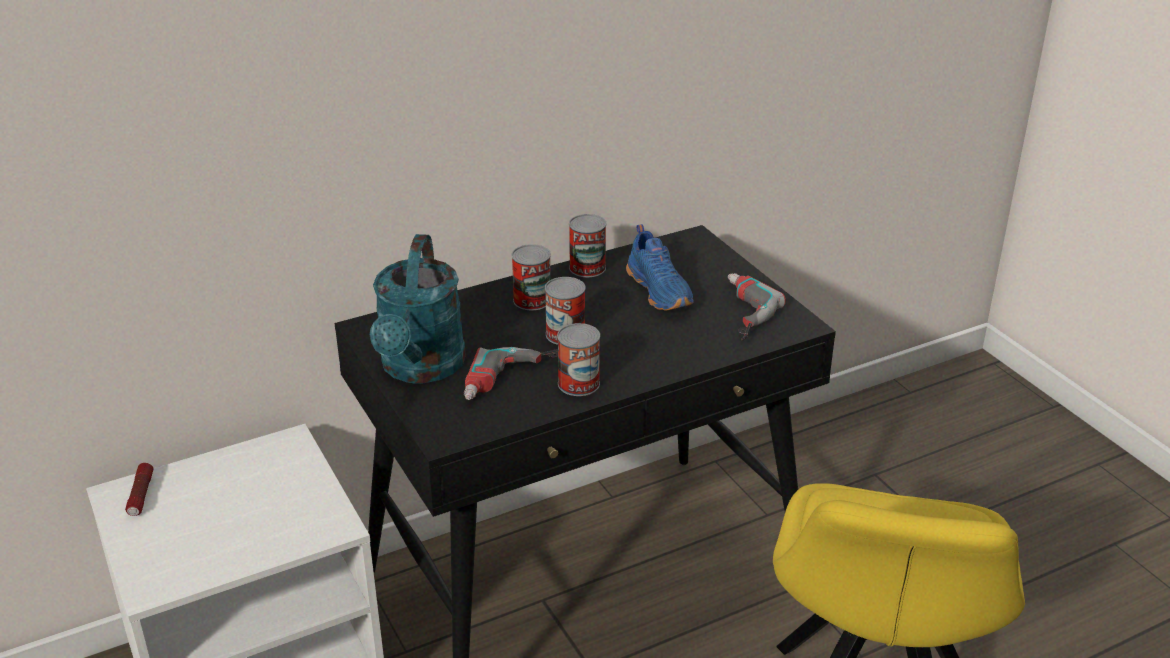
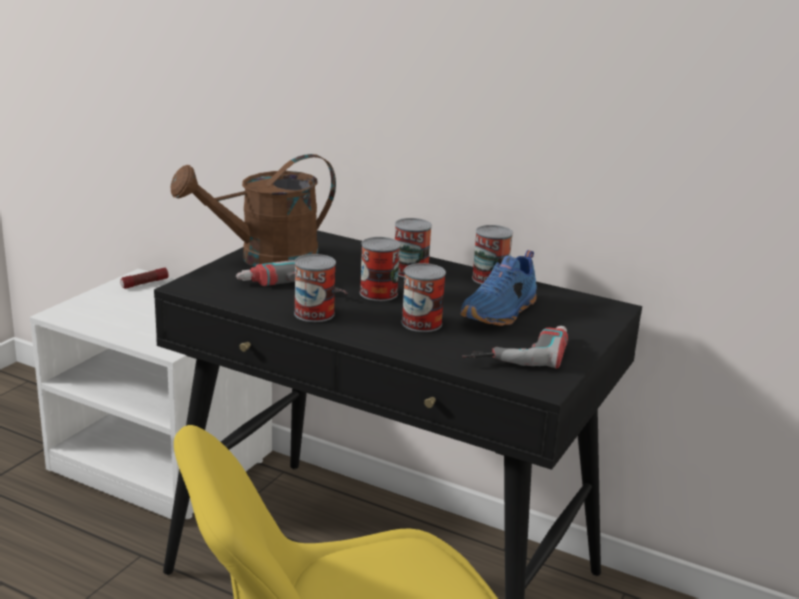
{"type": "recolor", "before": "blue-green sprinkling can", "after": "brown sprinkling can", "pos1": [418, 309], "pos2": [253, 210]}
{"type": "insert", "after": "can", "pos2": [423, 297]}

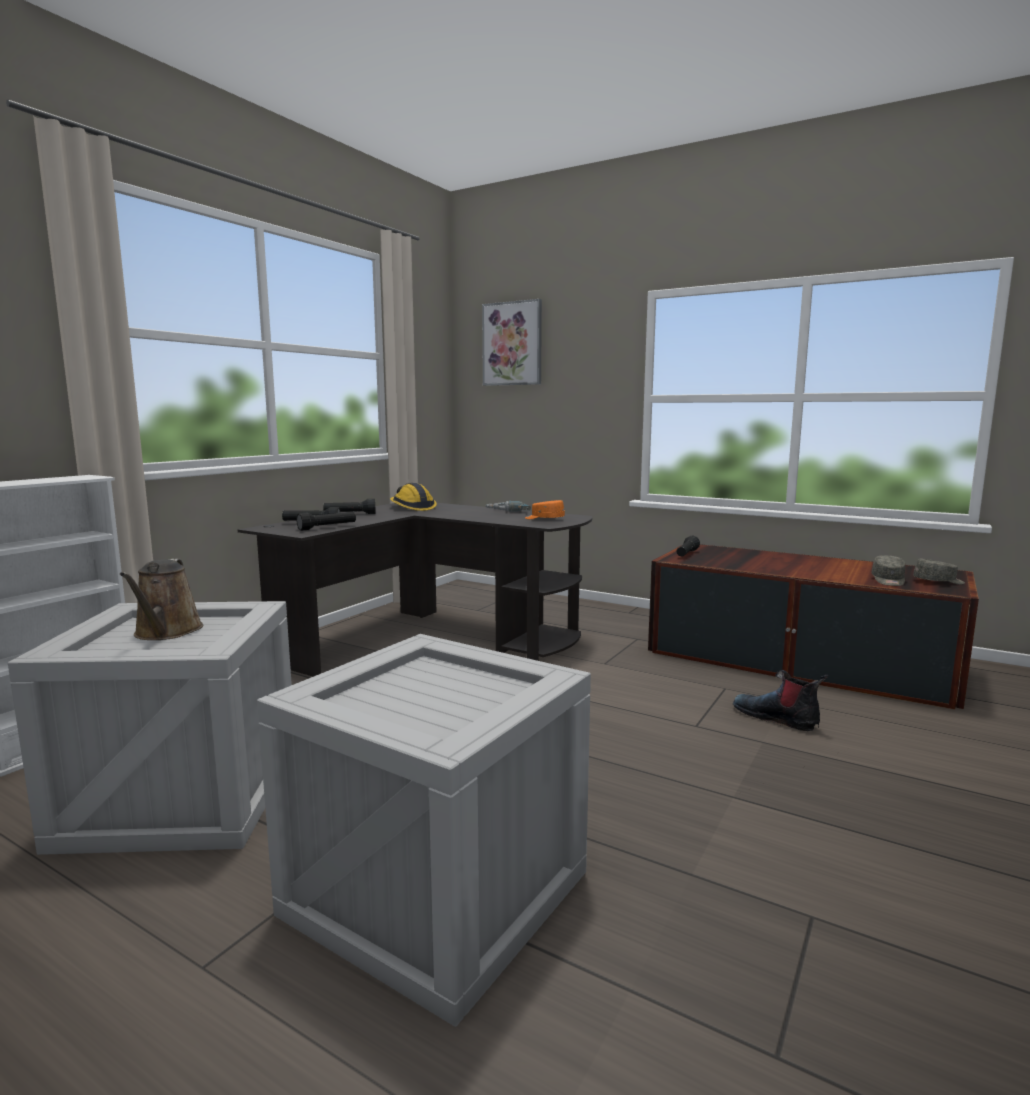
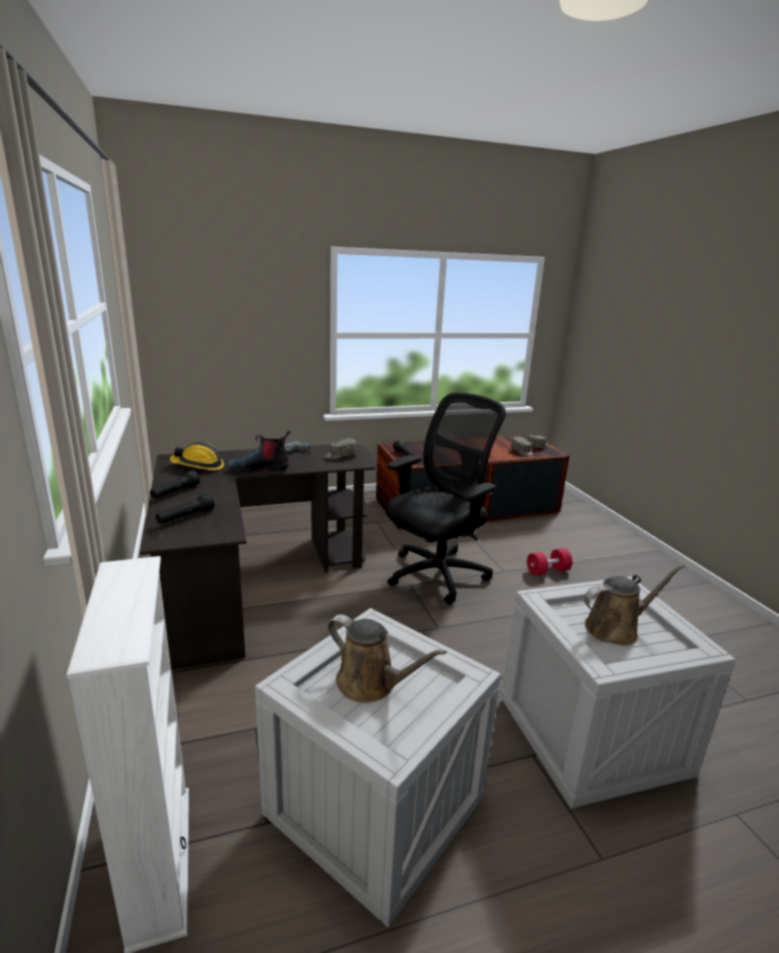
{"type": "move", "before": "high-top boot", "pos1": [780, 700], "pos2": [259, 451]}
{"type": "recolor", "before": "orange-coloured cap", "after": "grey cap", "pos1": [545, 509], "pos2": [341, 448]}
{"type": "insert", "after": "black-coloured office chair", "pos2": [445, 498]}
{"type": "insert", "after": "red free weight", "pos2": [549, 562]}
{"type": "insert", "after": "brown sprinkling can", "pos2": [634, 605]}
{"type": "delete", "before": "black-coloured torch", "pos1": [326, 521]}
{"type": "delete", "before": "wall picture", "pos1": [512, 342]}

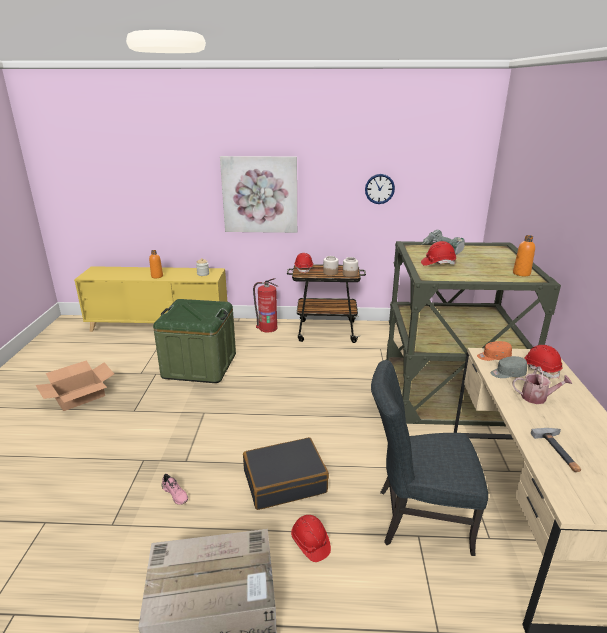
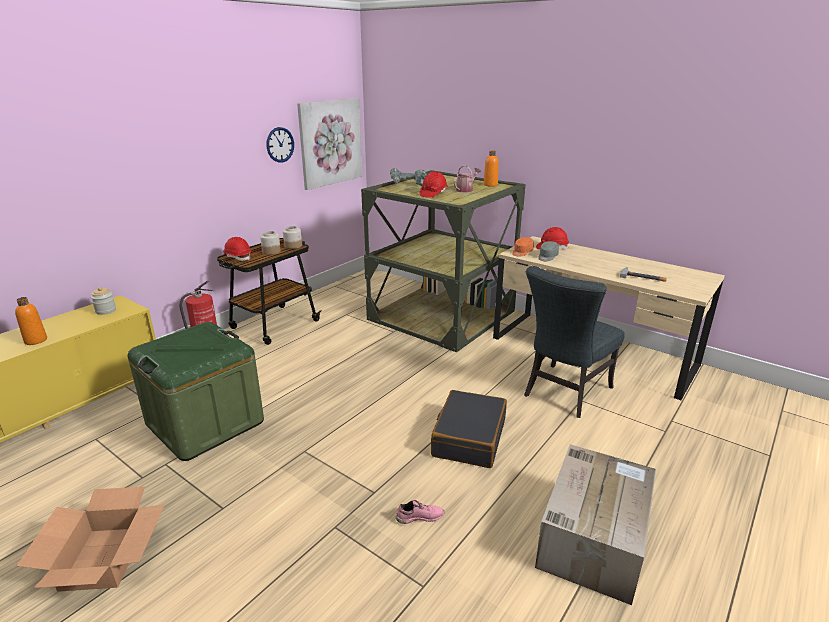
{"type": "move", "before": "wall picture", "pos1": [258, 194], "pos2": [329, 144]}
{"type": "move", "before": "sprinkling can", "pos1": [542, 385], "pos2": [467, 179]}
{"type": "delete", "before": "red work helmet", "pos1": [311, 538]}

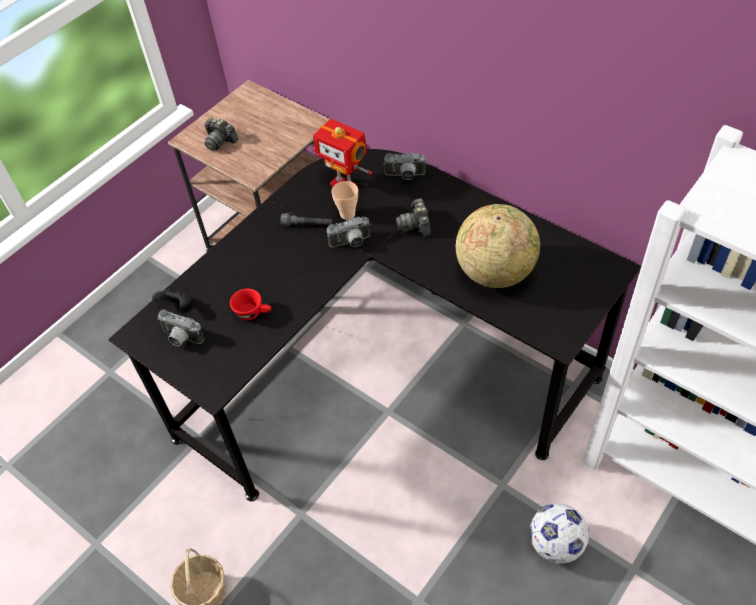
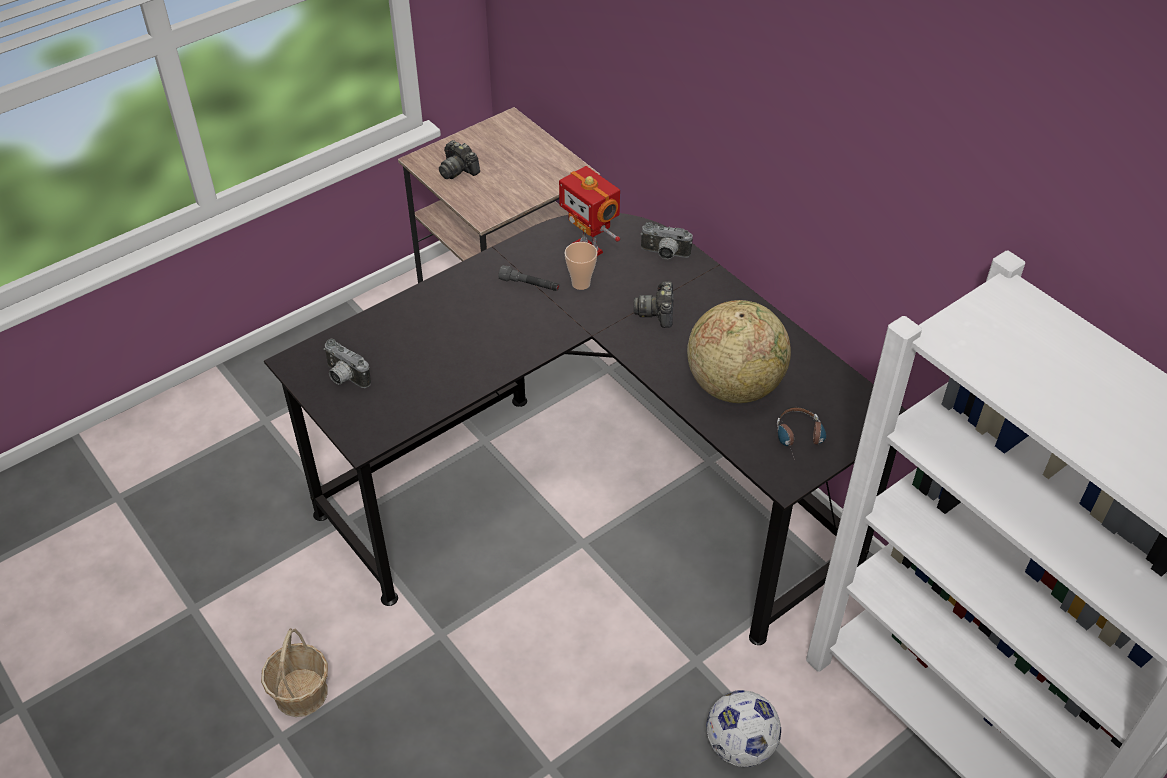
{"type": "insert", "after": "headphones", "pos2": [801, 433]}
{"type": "delete", "before": "black-coloured game controller", "pos1": [172, 298]}
{"type": "delete", "before": "red small cup", "pos1": [250, 304]}
{"type": "delete", "before": "still camera", "pos1": [349, 231]}

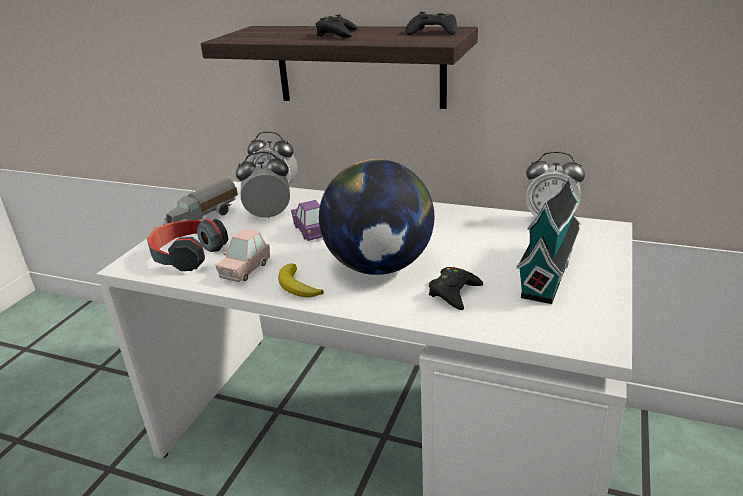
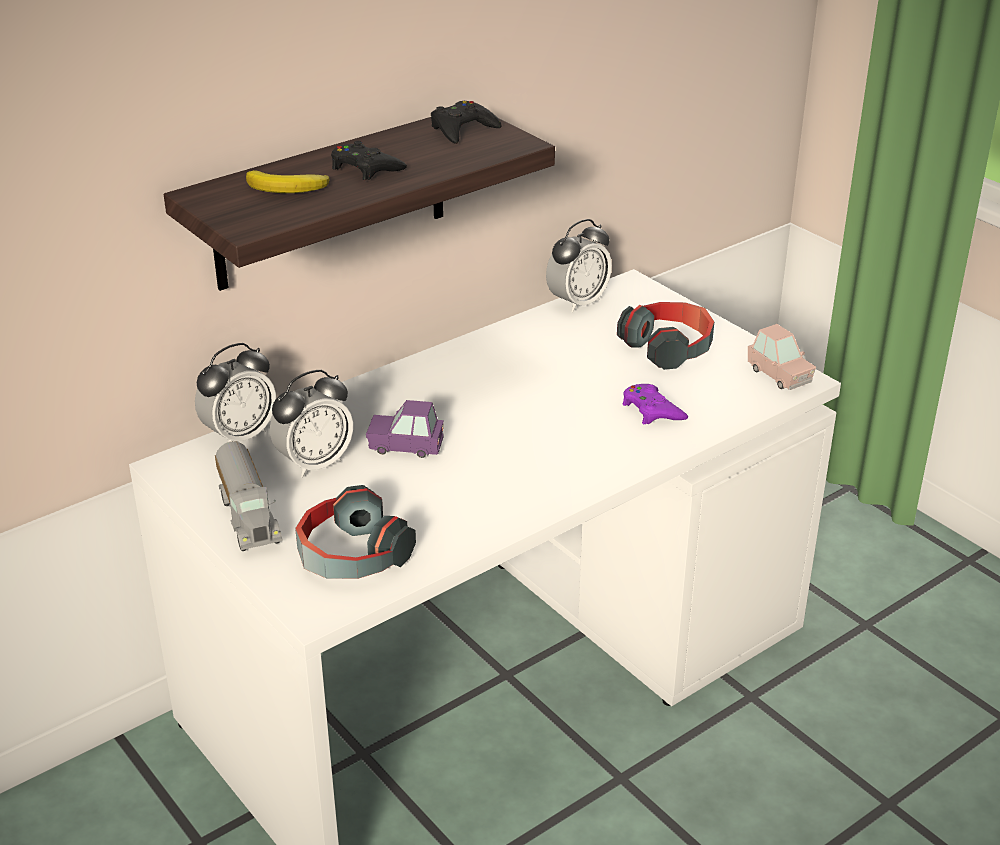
{"type": "move", "before": "whole banana", "pos1": [300, 280], "pos2": [288, 181]}
{"type": "rotate", "before": "bedside clock", "pos1": [263, 185], "pos2": [311, 424], "turn": -150}
{"type": "replace", "before": "toy house", "after": "headphones", "pos1": [549, 241], "pos2": [665, 336]}
{"type": "recolor", "before": "black-coloured game controller", "after": "purple game controller", "pos1": [456, 288], "pos2": [655, 404]}
{"type": "move", "before": "pinkish model car", "pos1": [242, 255], "pos2": [782, 357]}
{"type": "delete", "before": "desk globe", "pos1": [376, 217]}

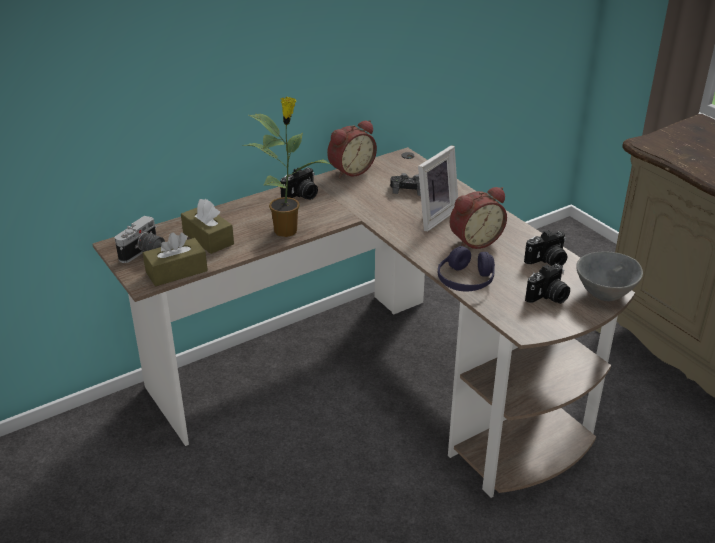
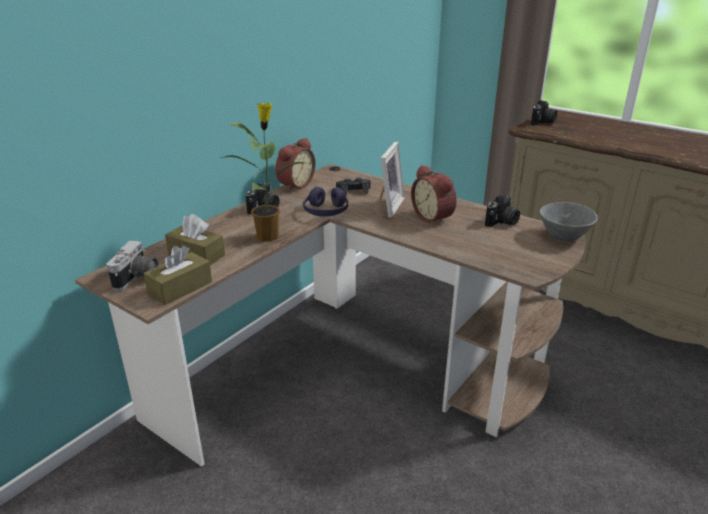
{"type": "move", "before": "purple headphones", "pos1": [466, 268], "pos2": [325, 202]}
{"type": "rotate", "before": "bedside clock", "pos1": [478, 218], "pos2": [433, 195], "turn": 105}
{"type": "move", "before": "still camera", "pos1": [547, 284], "pos2": [544, 113]}

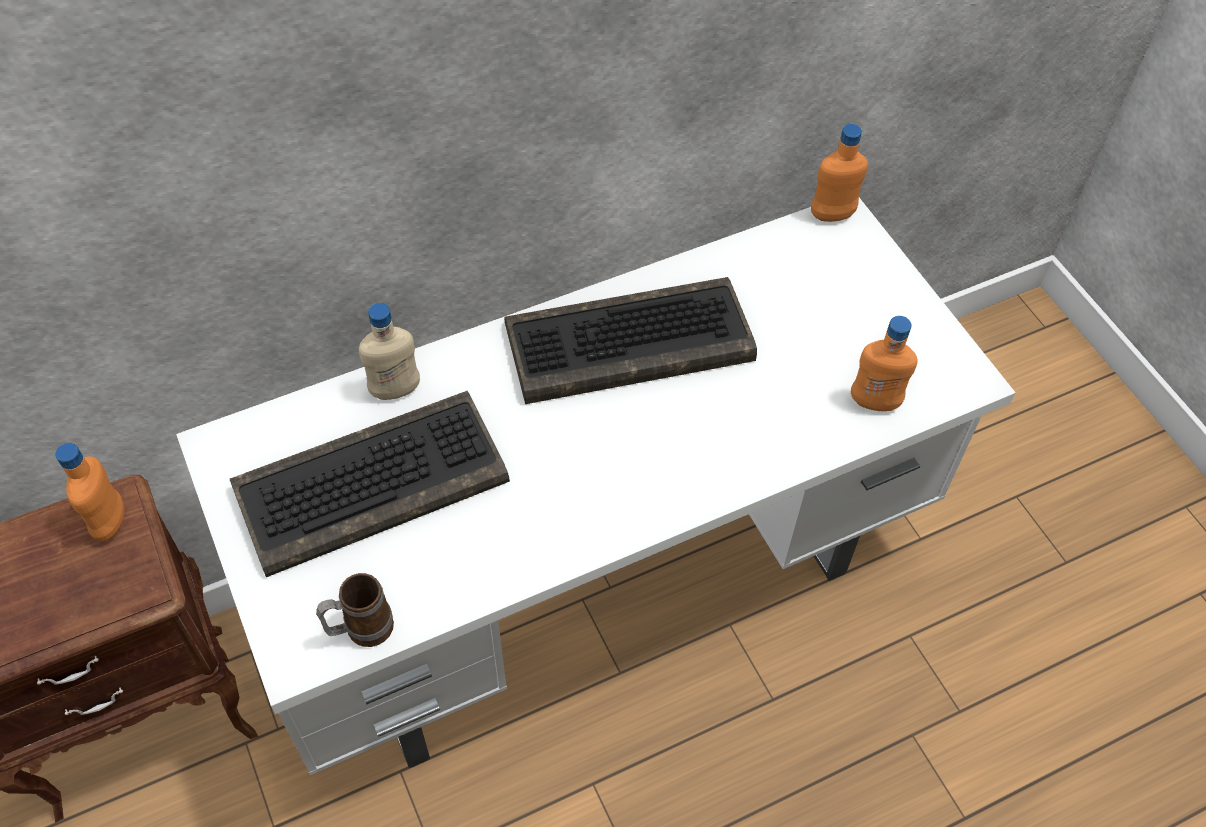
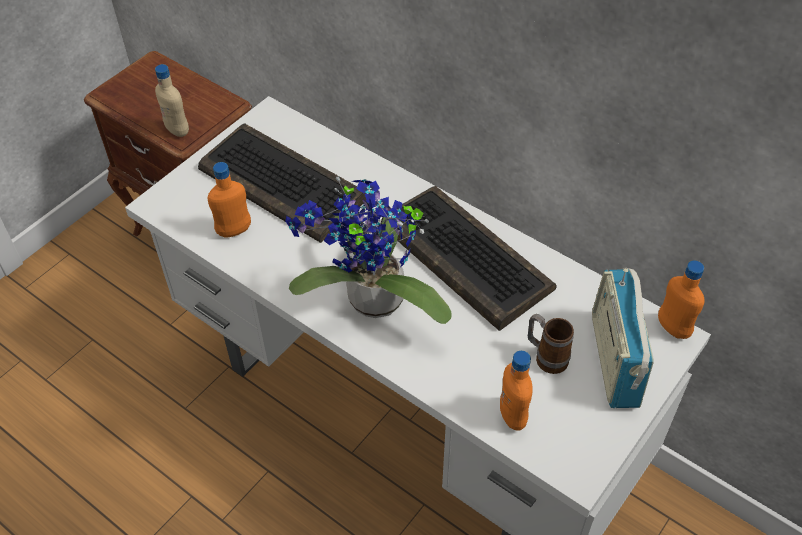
{"type": "move", "before": "beige-coloured drink bottle", "pos1": [389, 351], "pos2": [172, 100]}
{"type": "move", "before": "orange-coloured drink bottle", "pos1": [89, 492], "pos2": [229, 200]}
{"type": "insert", "after": "potted plant", "pos2": [368, 250]}
{"type": "move", "before": "mug", "pos1": [355, 610], "pos2": [551, 344]}
{"type": "insert", "after": "radio receiver", "pos2": [623, 338]}

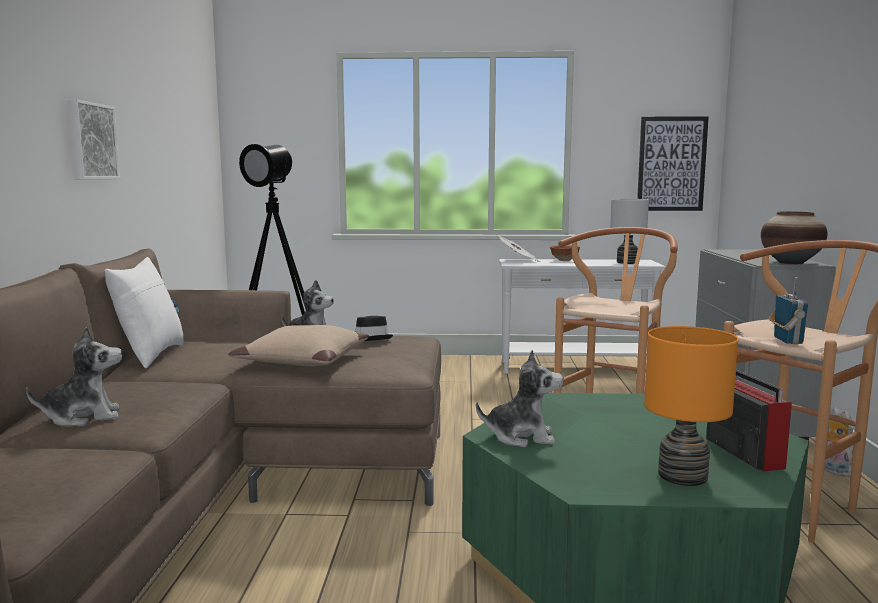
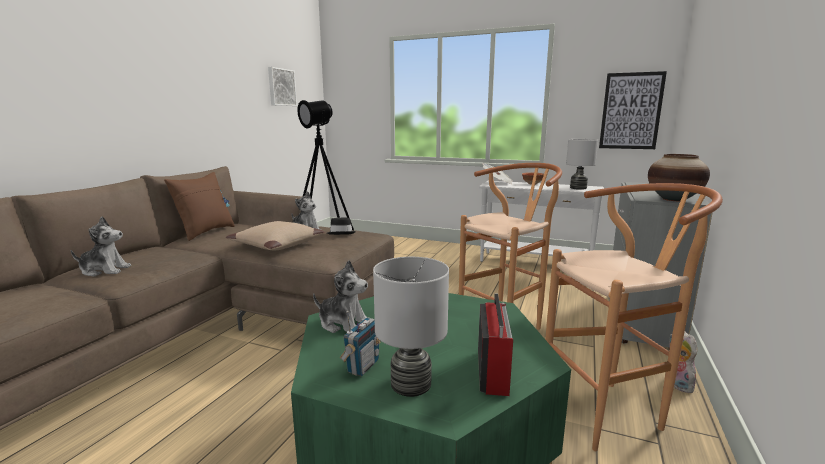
{"type": "recolor", "before": "whitish pillow", "after": "brown pillow", "pos1": [143, 312], "pos2": [199, 206]}
{"type": "move", "before": "wall picture", "pos1": [93, 139], "pos2": [282, 86]}
{"type": "move", "before": "radio receiver", "pos1": [788, 310], "pos2": [360, 343]}
{"type": "recolor", "before": "orange-coloured lamp for a table", "after": "grey lamp for a table", "pos1": [691, 406], "pos2": [411, 327]}

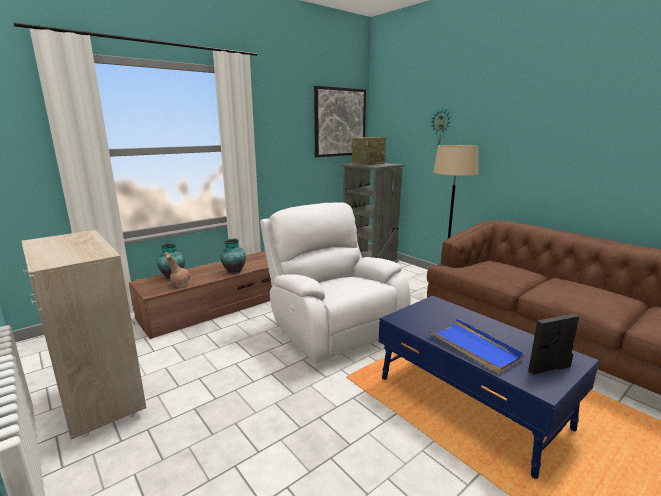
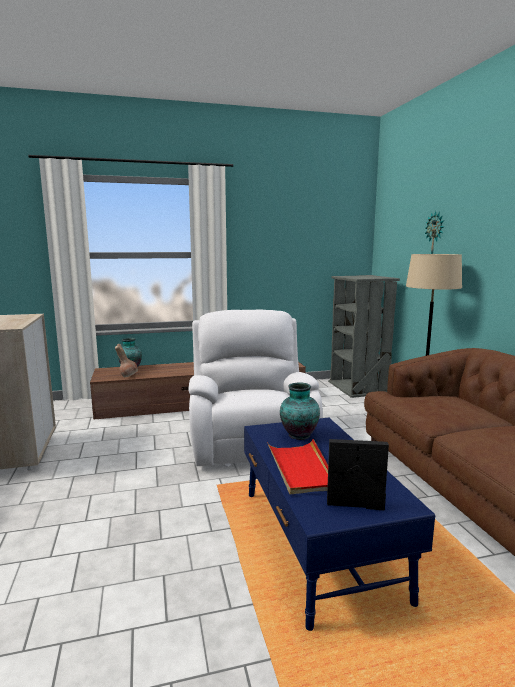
{"type": "recolor", "before": "bluish tray", "after": "red tray", "pos1": [477, 346], "pos2": [297, 466]}
{"type": "move", "before": "flower vase", "pos1": [233, 256], "pos2": [300, 411]}
{"type": "delete", "before": "wall picture", "pos1": [340, 121]}
{"type": "delete", "before": "radio receiver", "pos1": [369, 151]}

